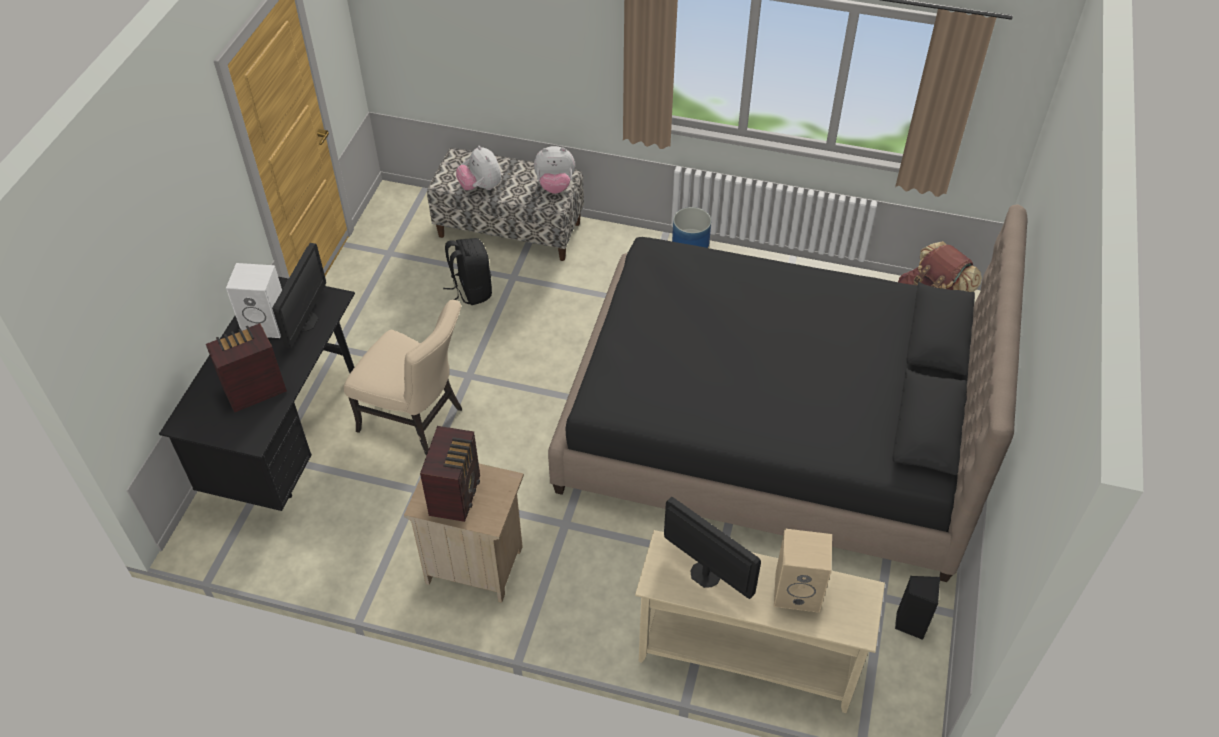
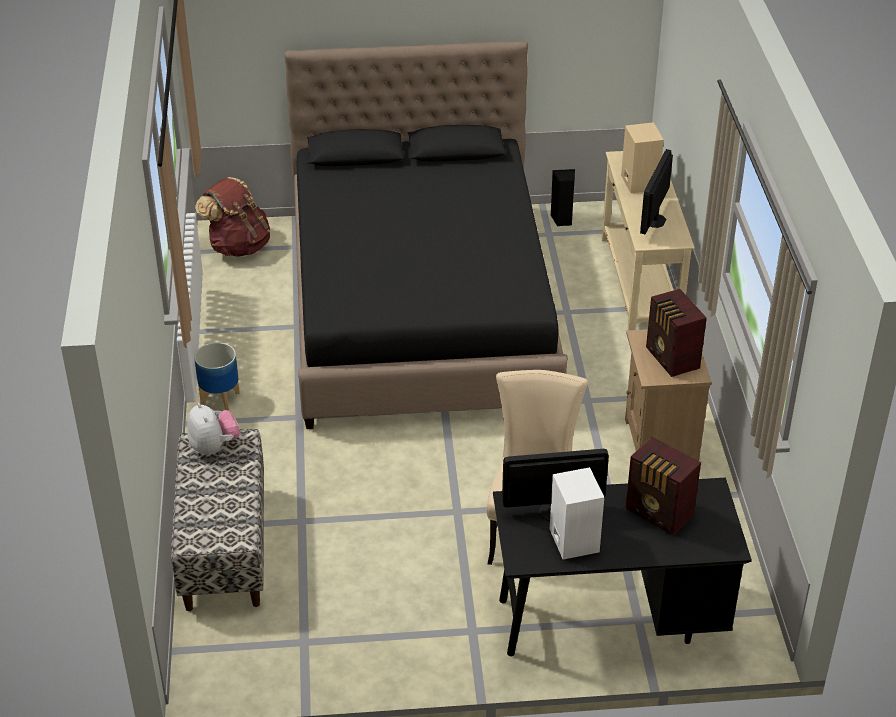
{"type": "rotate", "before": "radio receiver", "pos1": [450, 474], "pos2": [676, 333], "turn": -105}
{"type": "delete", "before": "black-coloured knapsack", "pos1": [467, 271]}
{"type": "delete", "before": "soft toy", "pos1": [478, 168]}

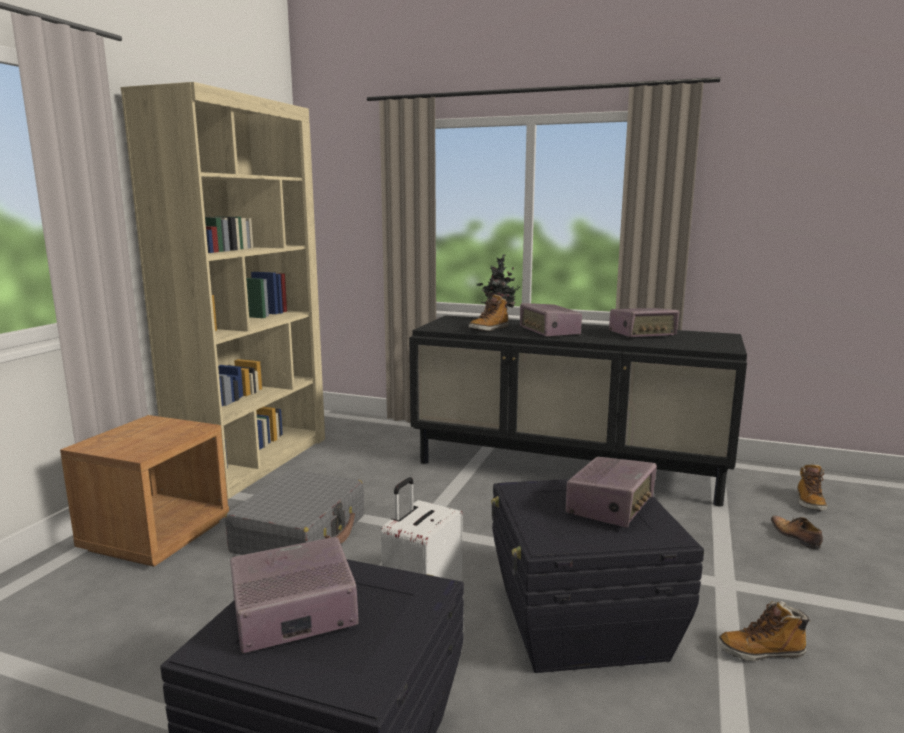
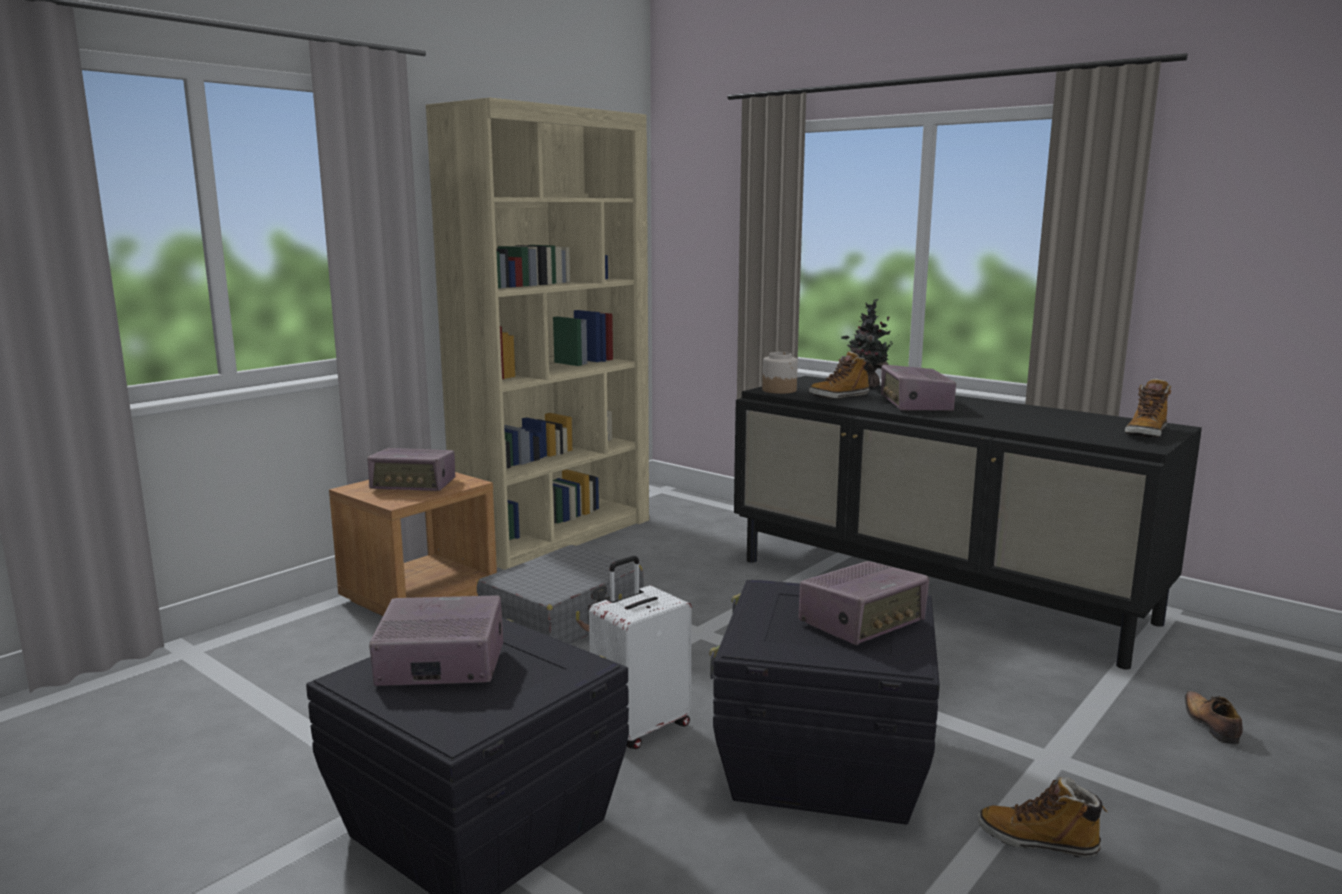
{"type": "move", "before": "radio receiver", "pos1": [644, 322], "pos2": [411, 469]}
{"type": "insert", "after": "storage jar", "pos2": [780, 373]}
{"type": "move", "before": "high-top boot", "pos1": [812, 487], "pos2": [1148, 407]}

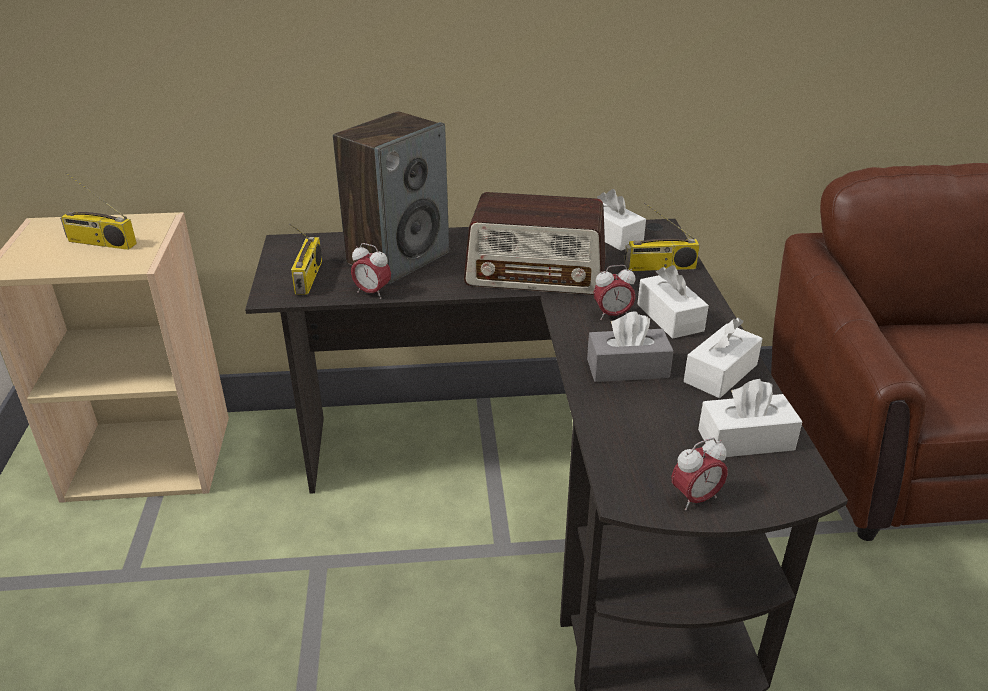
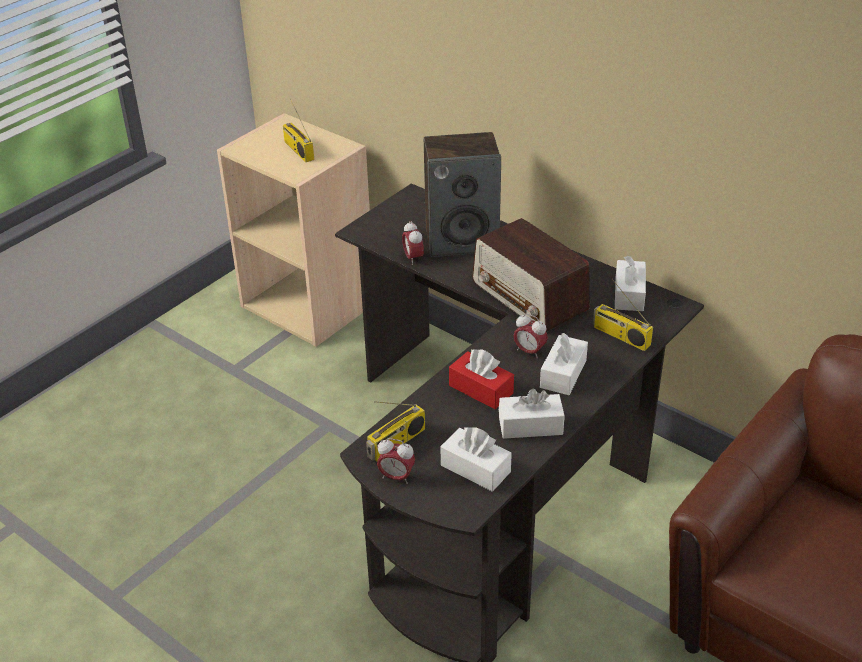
{"type": "move", "before": "radio receiver", "pos1": [305, 259], "pos2": [395, 431]}
{"type": "recolor", "before": "grey tissue holder", "after": "red tissue holder", "pos1": [630, 346], "pos2": [481, 379]}

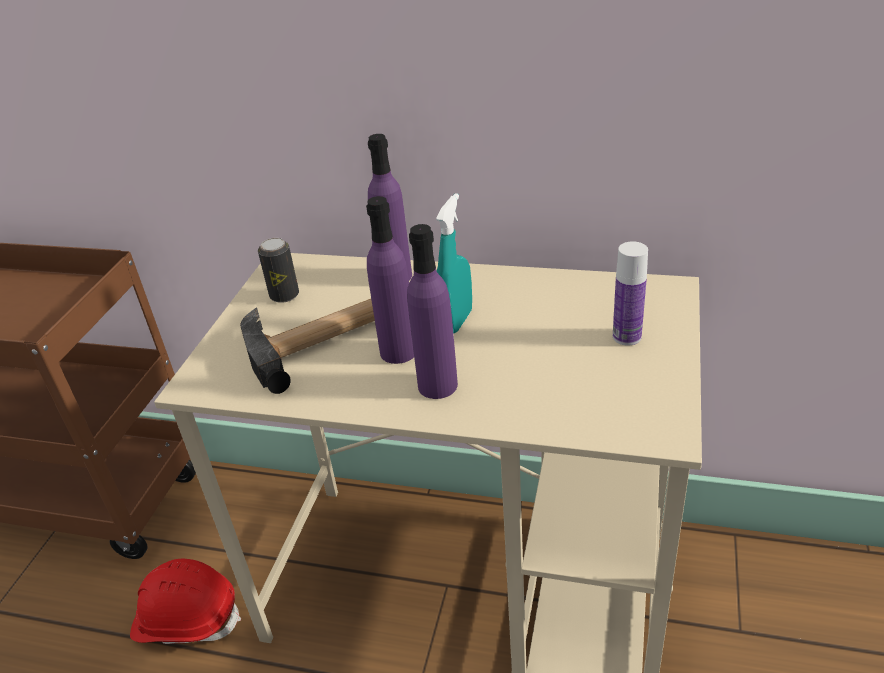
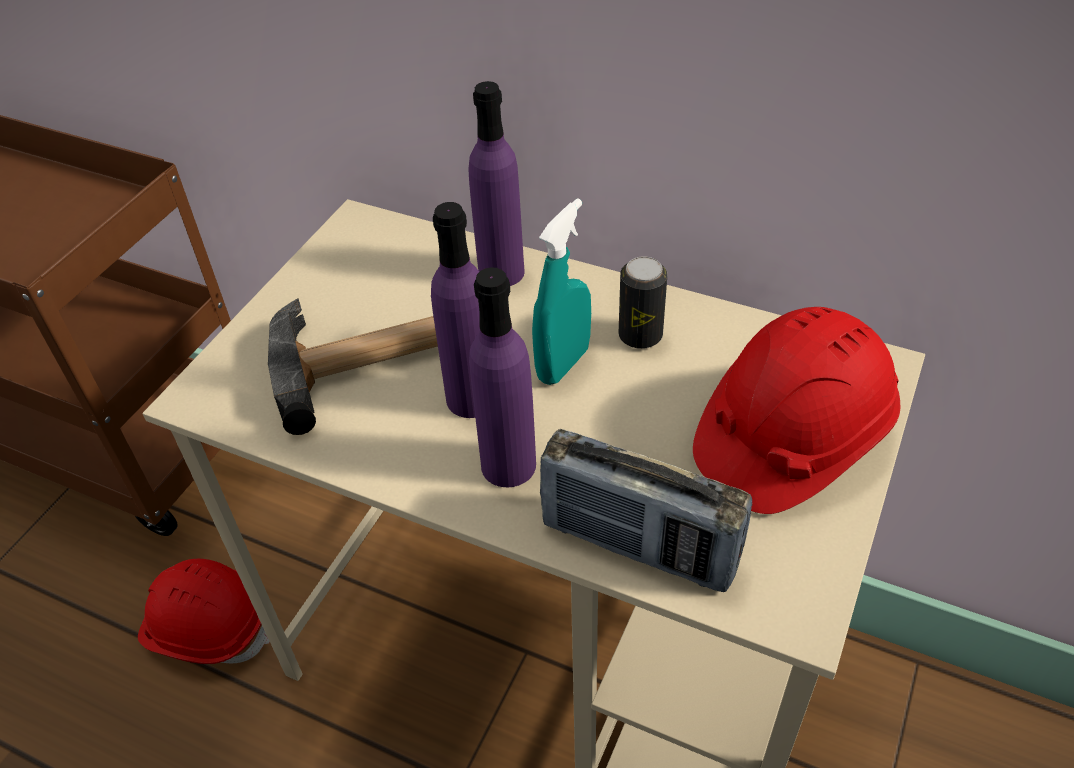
{"type": "insert", "after": "radio receiver", "pos2": [646, 510]}
{"type": "move", "before": "can", "pos1": [278, 270], "pos2": [643, 303]}
{"type": "replace", "before": "drink bottle", "after": "red work helmet", "pos1": [630, 293], "pos2": [797, 410]}

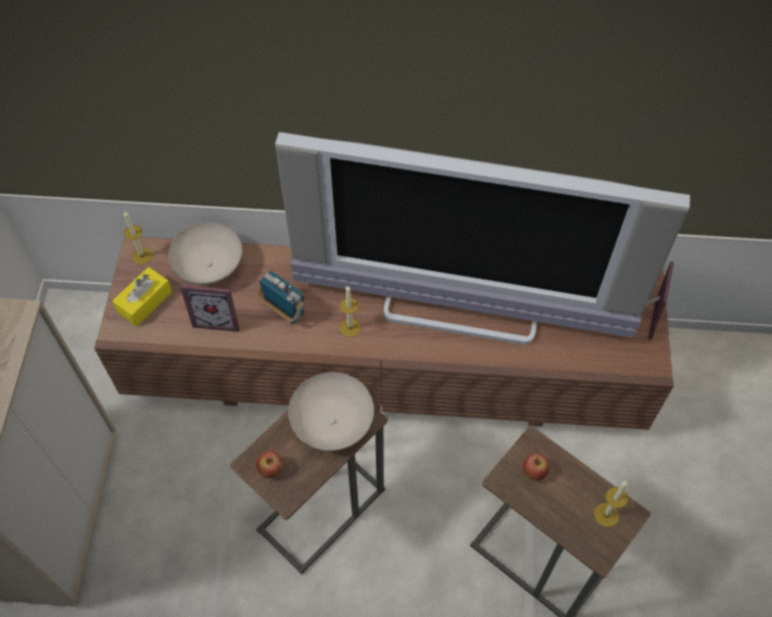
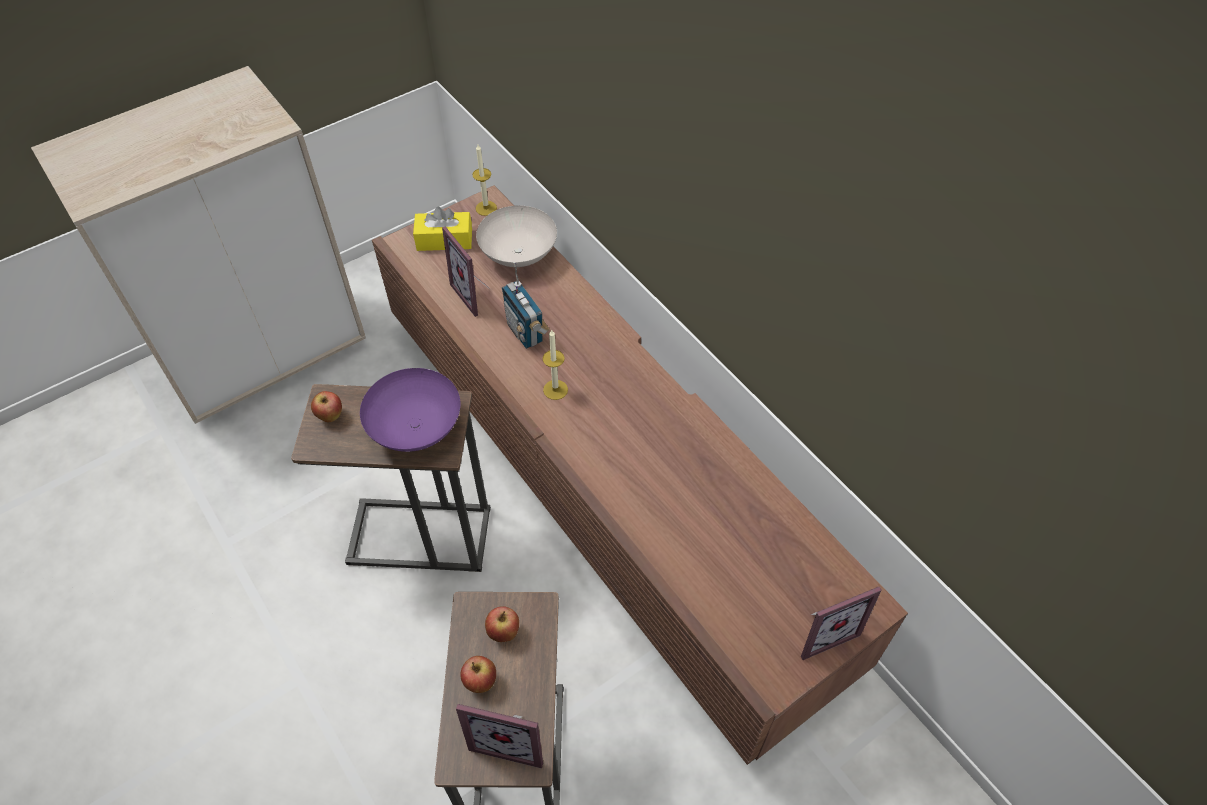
{"type": "recolor", "before": "whitish bowl", "after": "purple bowl", "pos1": [331, 411], "pos2": [410, 410]}
{"type": "replace", "before": "candle", "after": "photo frame", "pos1": [611, 504], "pos2": [499, 736]}
{"type": "insert", "after": "apple fruit", "pos2": [478, 674]}
{"type": "rotate", "before": "radio receiver", "pos1": [281, 297], "pos2": [526, 305], "turn": 150}
{"type": "delete", "before": "TV", "pos1": [482, 238]}

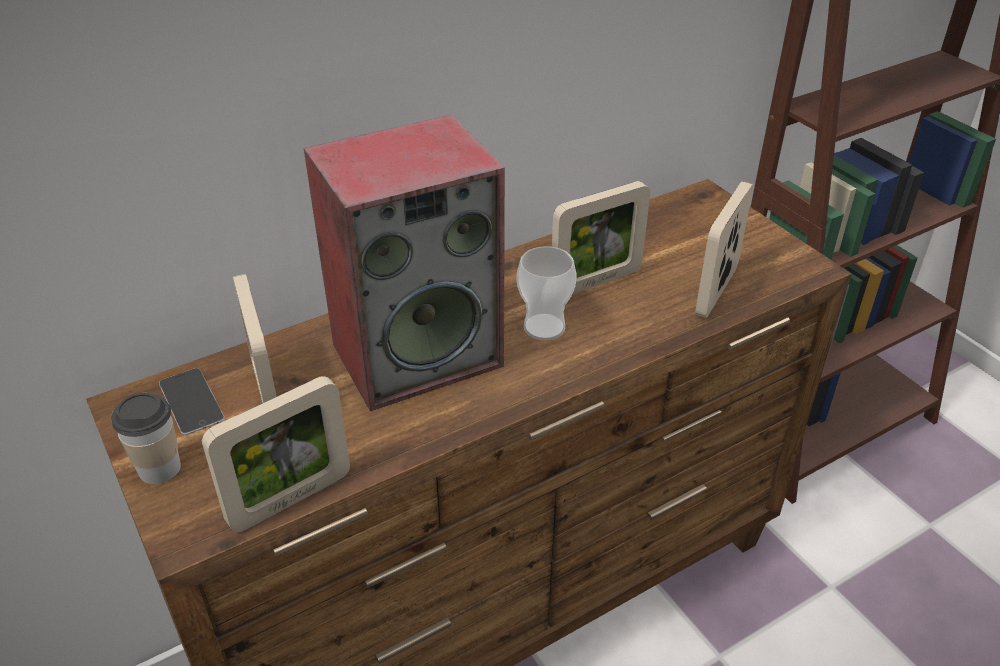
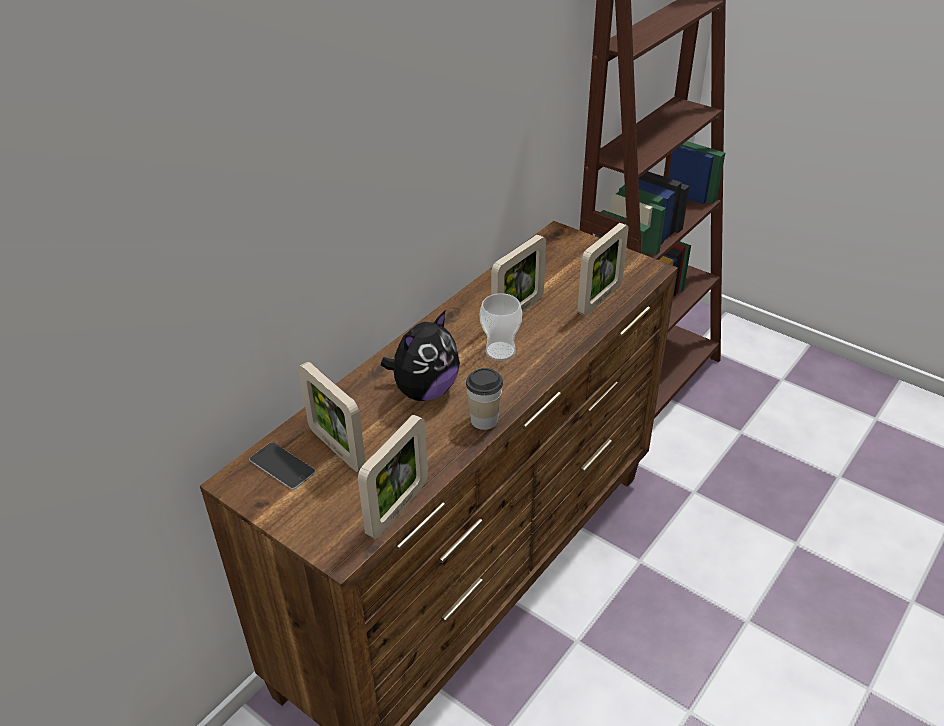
{"type": "replace", "before": "audio speaker", "after": "soft toy", "pos1": [404, 263], "pos2": [420, 356]}
{"type": "move", "before": "small cup", "pos1": [146, 438], "pos2": [484, 399]}
{"type": "rotate", "before": "photo frame", "pos1": [724, 249], "pos2": [603, 269], "turn": -150}

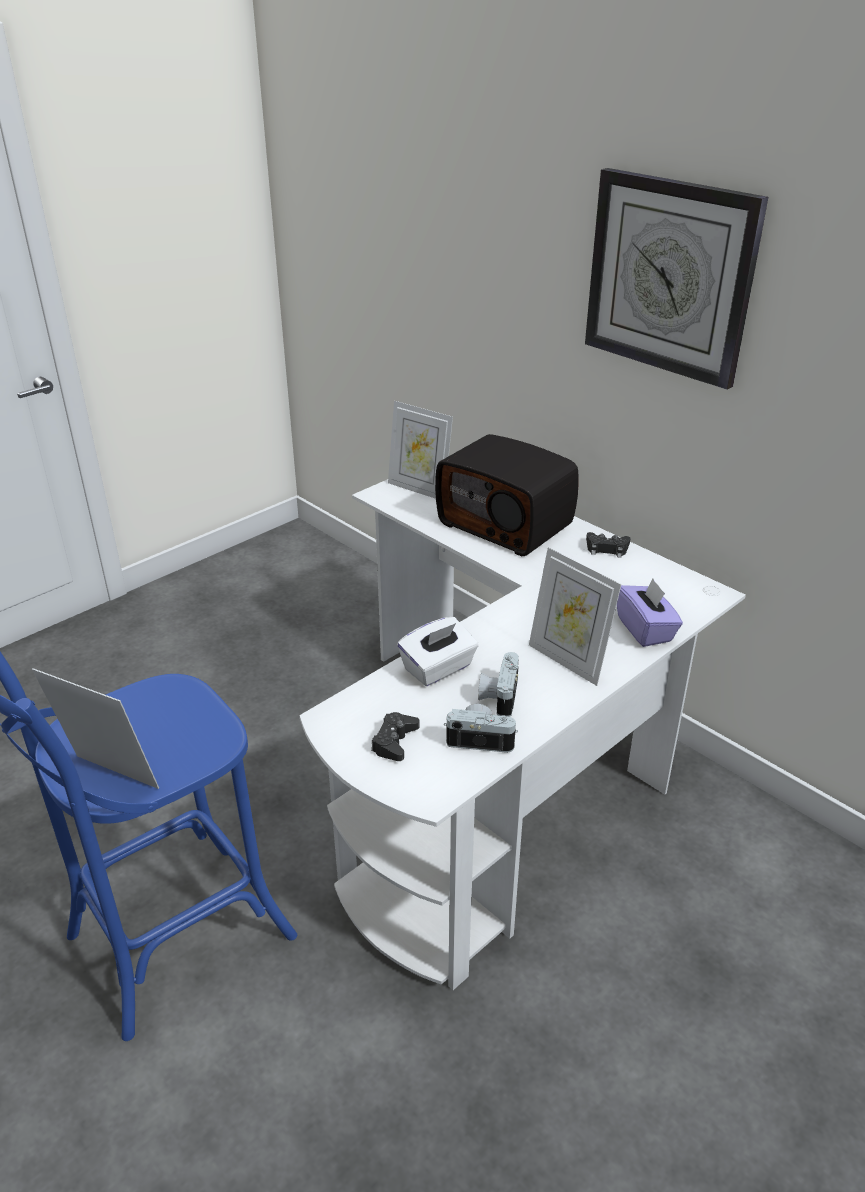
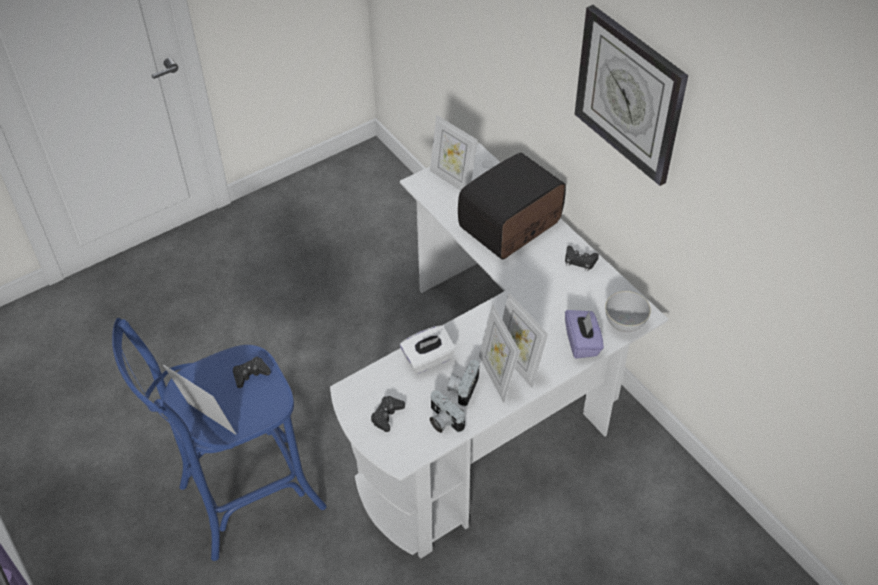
{"type": "insert", "after": "black-coloured game controller", "pos2": [252, 372]}
{"type": "rotate", "before": "still camera", "pos1": [481, 728], "pos2": [447, 411], "turn": -150}
{"type": "rotate", "before": "radio receiver", "pos1": [507, 495], "pos2": [512, 206], "turn": 90}
{"type": "insert", "after": "photo frame", "pos2": [499, 353]}
{"type": "insert", "after": "grey bowl", "pos2": [628, 311]}

